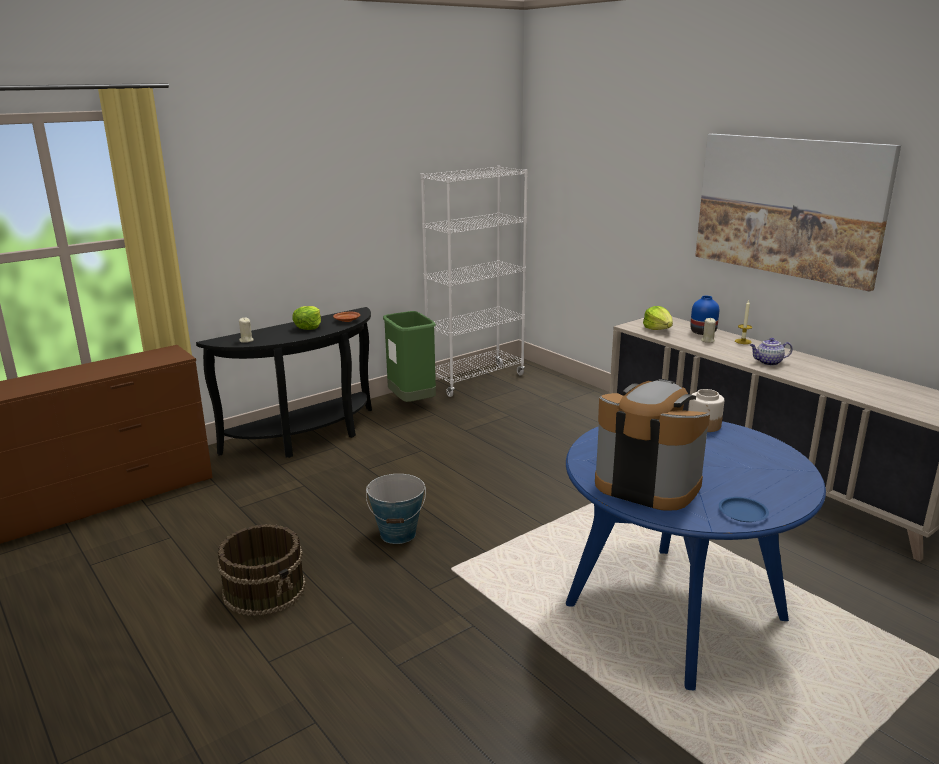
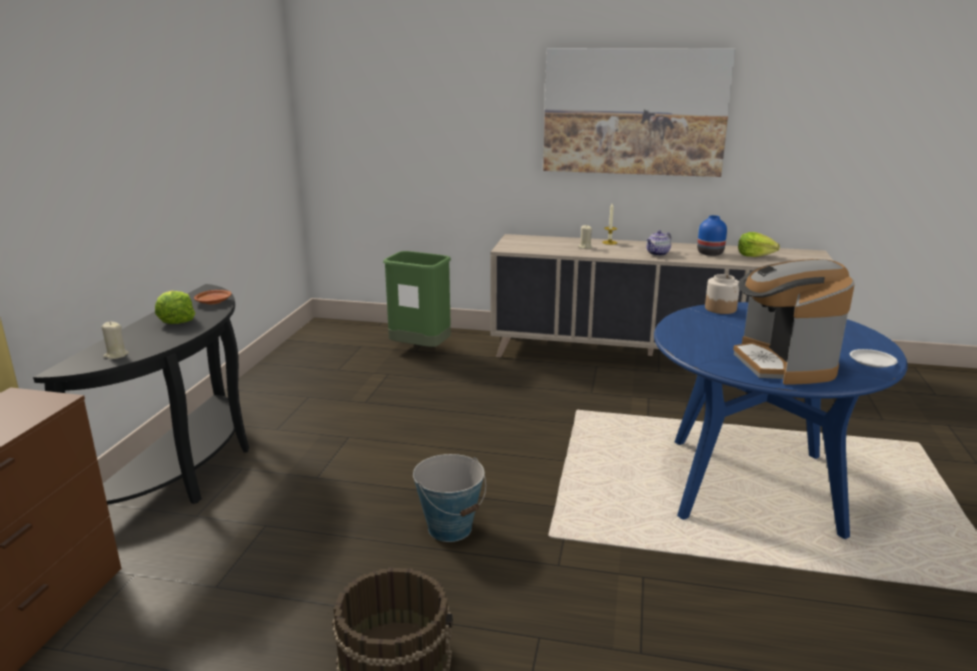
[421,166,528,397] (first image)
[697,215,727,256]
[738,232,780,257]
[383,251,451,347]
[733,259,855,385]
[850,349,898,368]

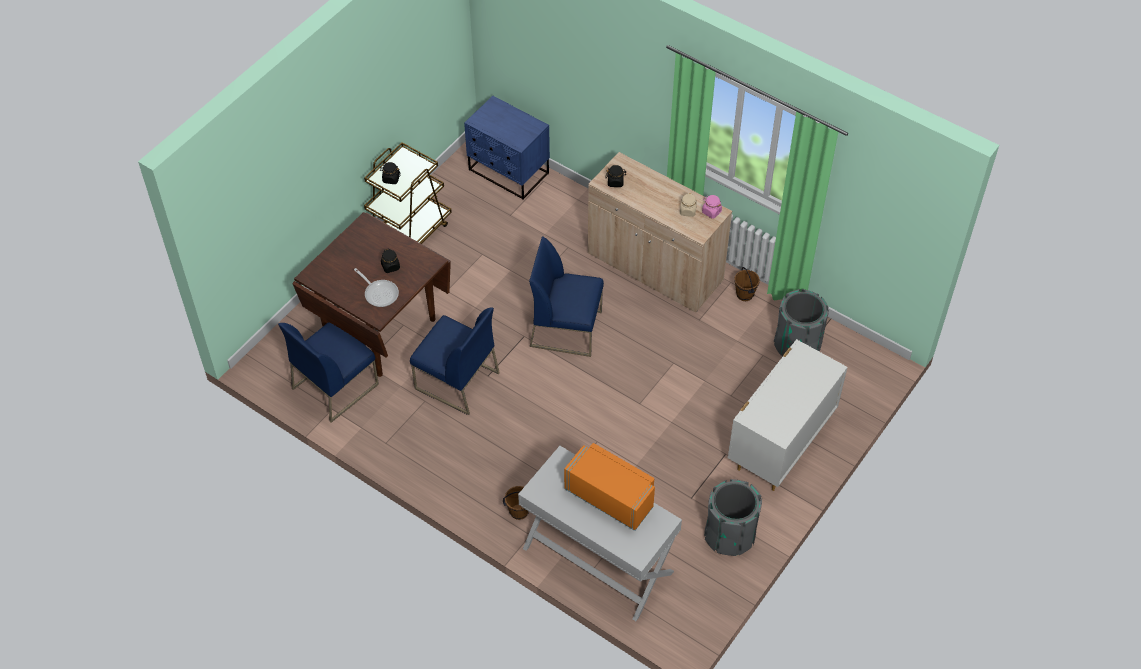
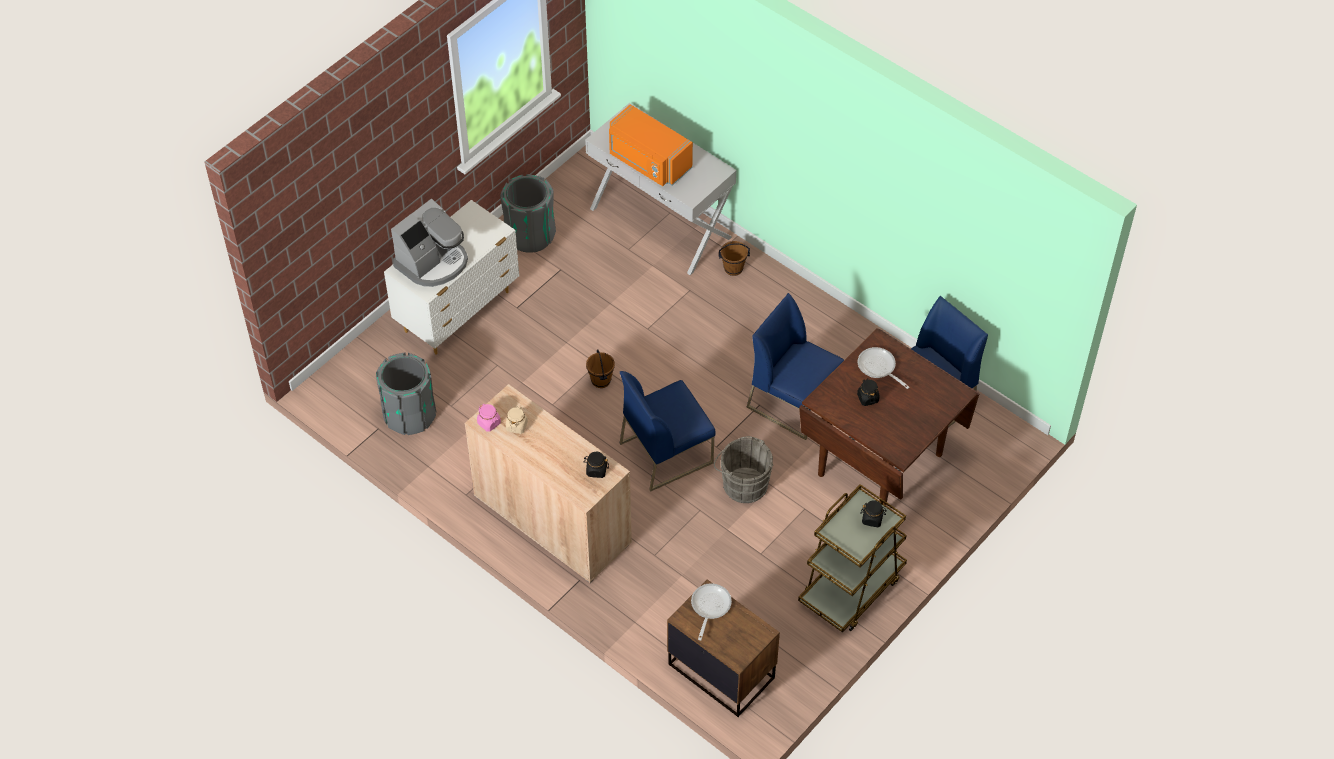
[667,579,780,717]
[620,371,716,492]
[586,349,615,388]
[391,199,468,287]
[714,436,773,503]
[691,584,732,640]

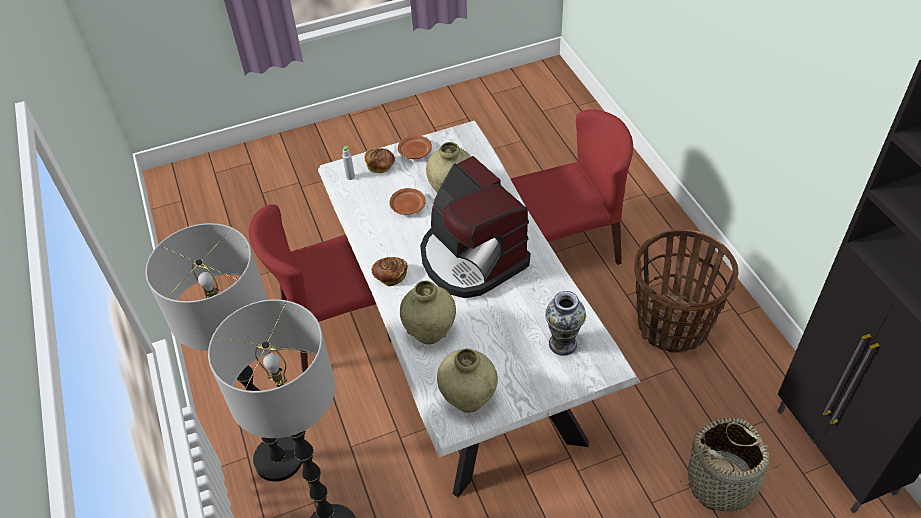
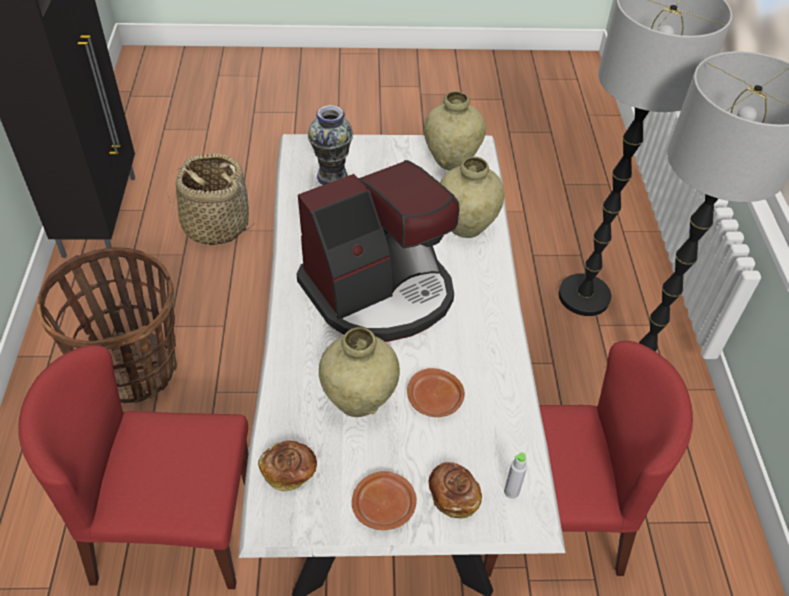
[297,160,460,342]
[258,441,317,492]

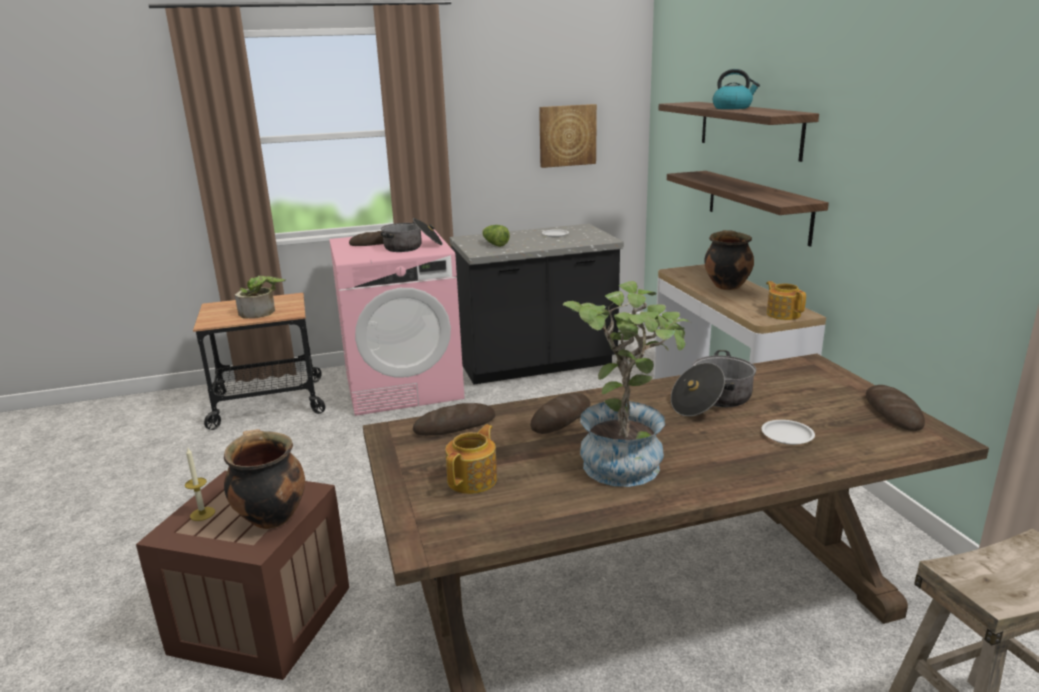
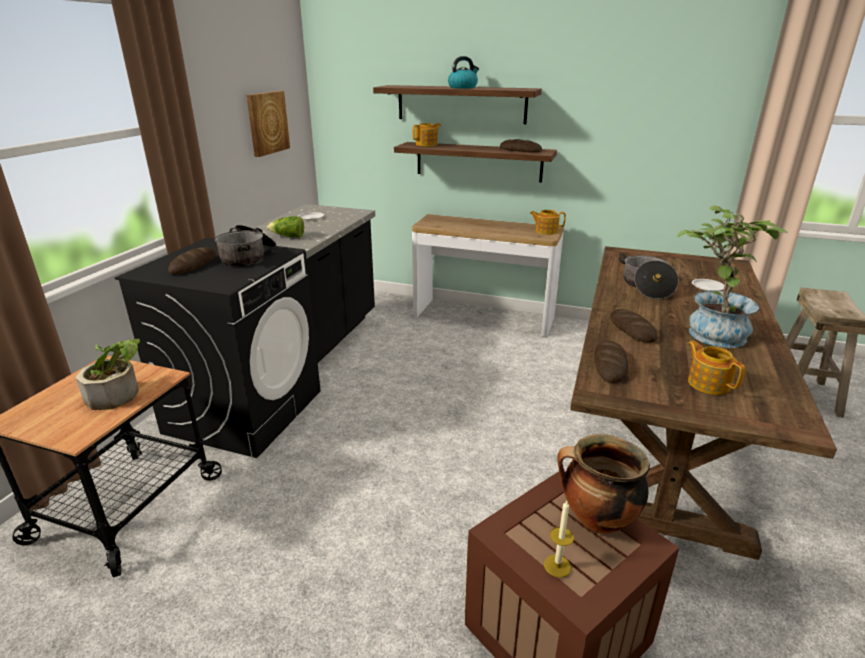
[115,238,321,458]
[704,230,754,290] (first image)
[500,139,542,152]
[413,123,441,146]

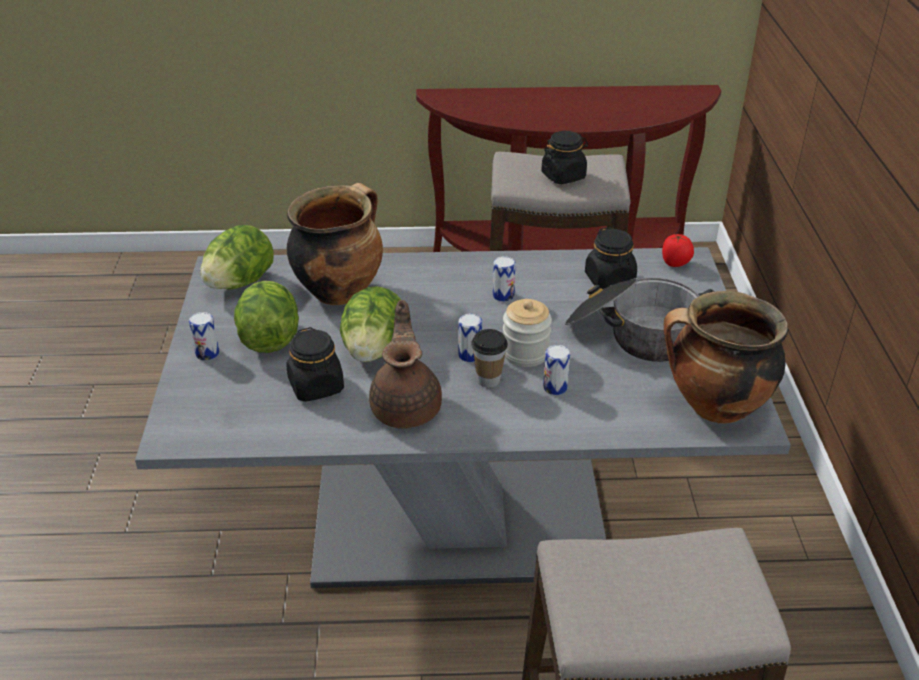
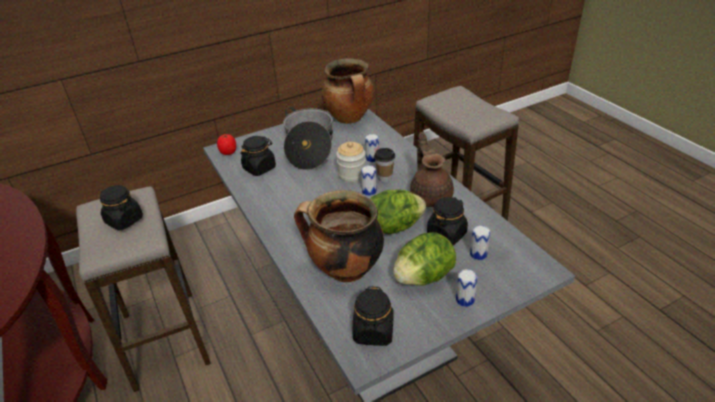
[352,286,394,346]
[470,225,490,260]
[410,132,454,207]

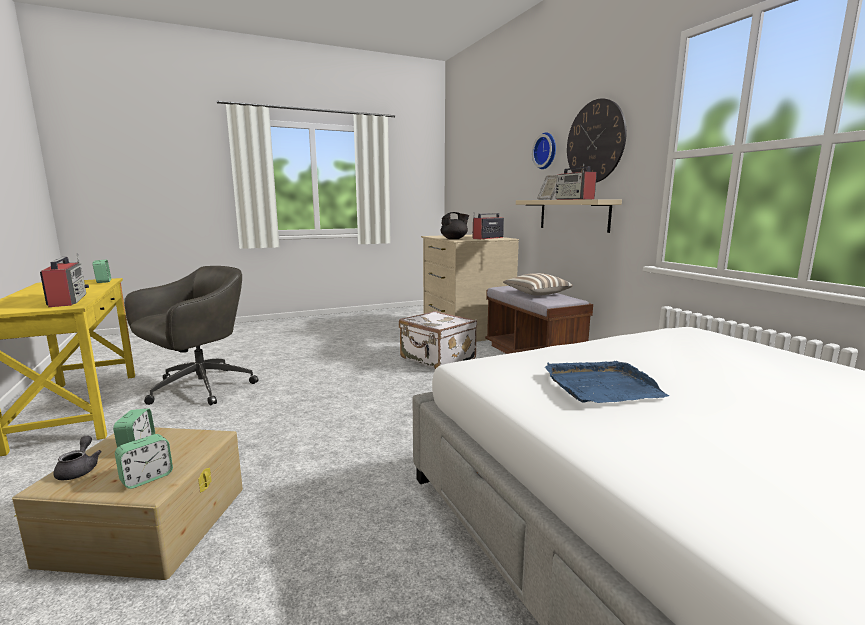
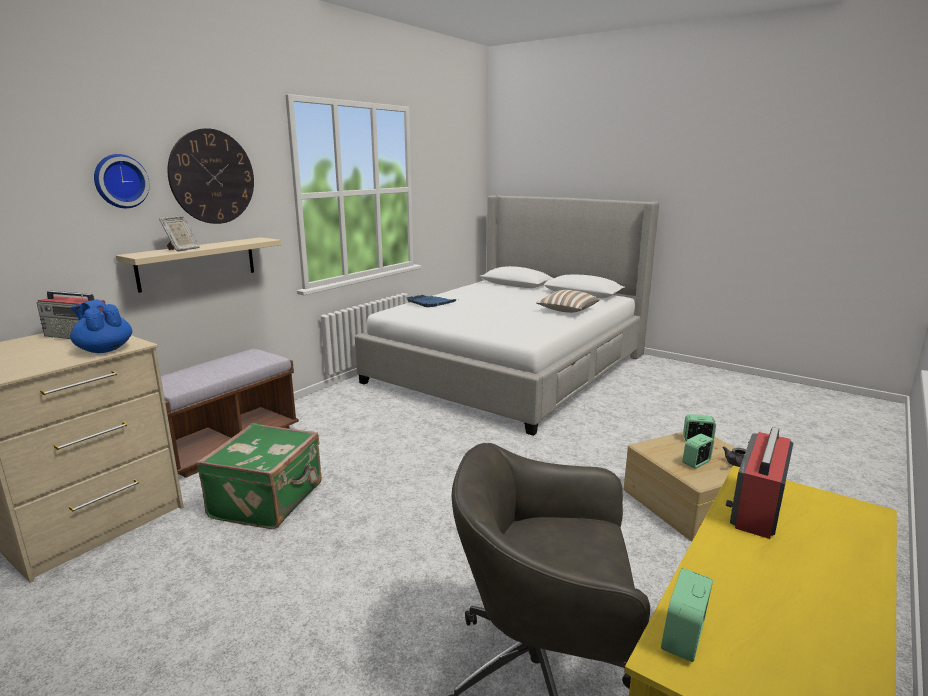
[556,164,597,200] (first image)
[70,300,132,353]
[536,290,600,313]
[196,423,322,529]
[406,295,456,307]

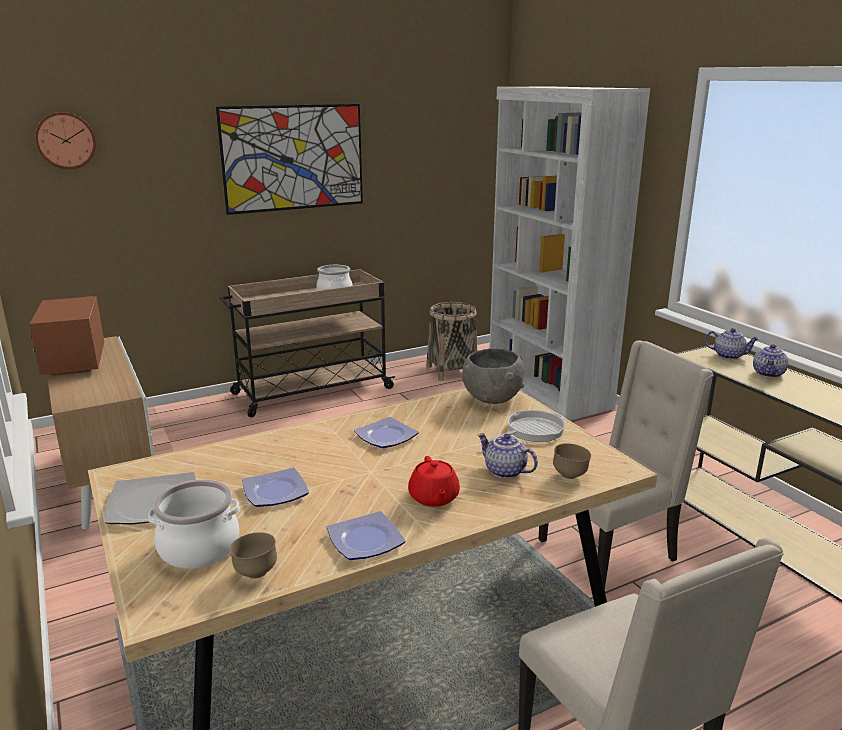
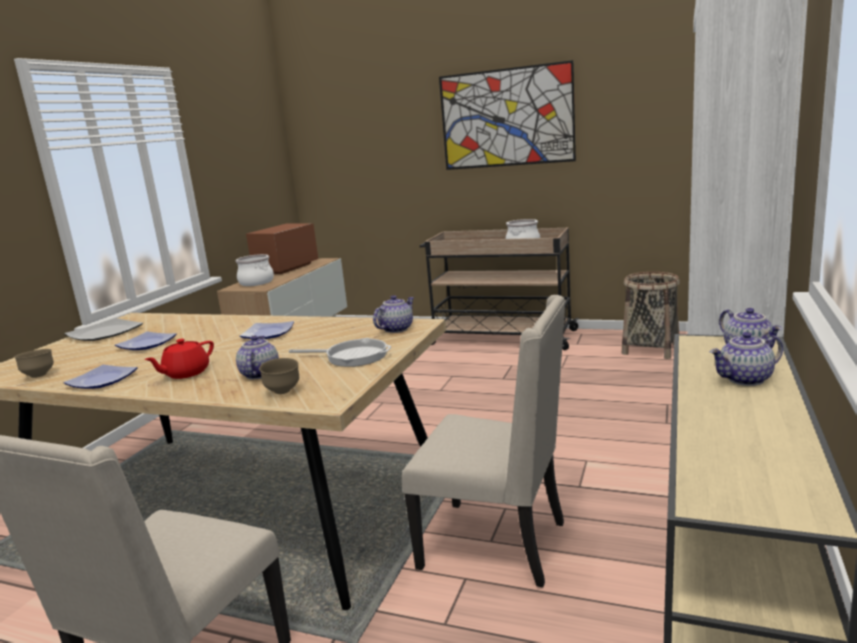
[35,112,96,169] (first image)
[373,295,414,333]
[236,254,274,286]

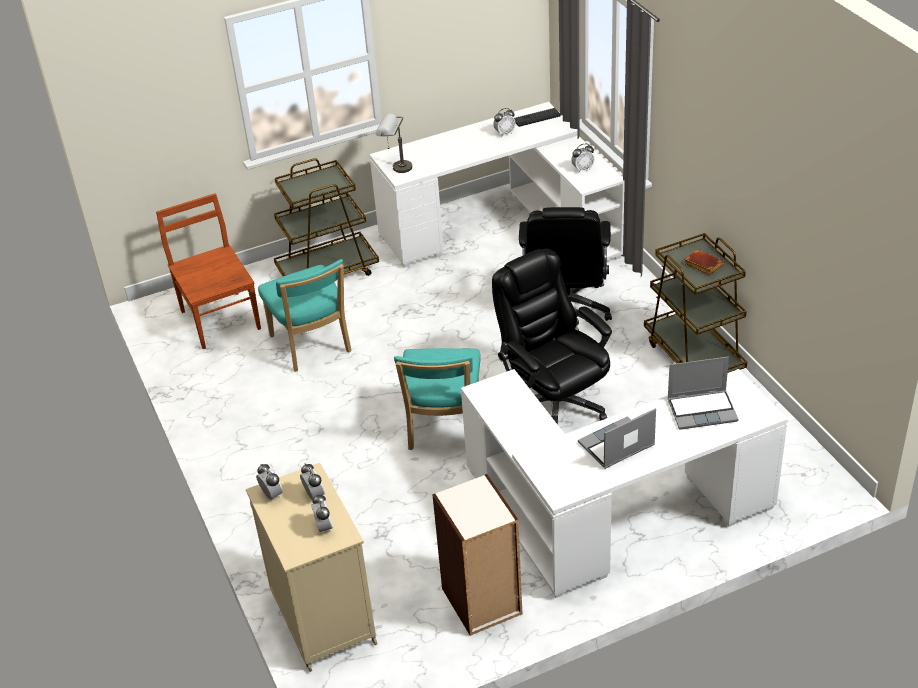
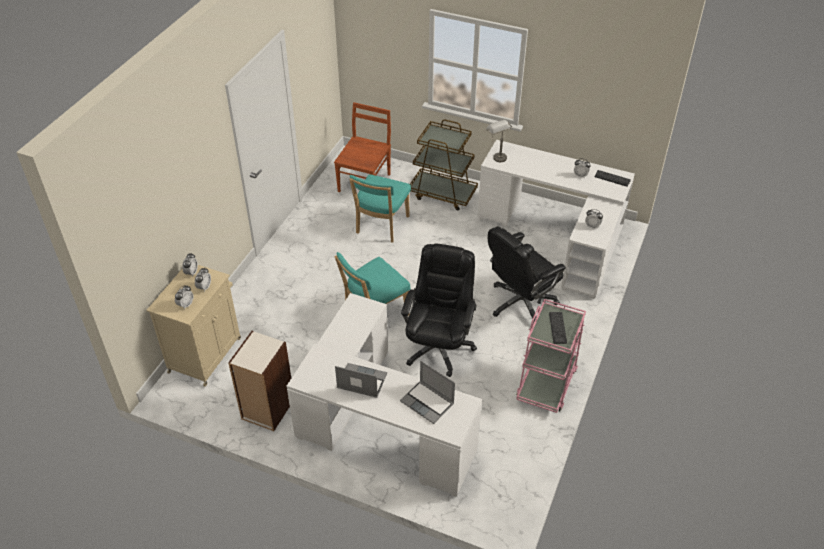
[516,299,586,413]
[549,312,567,344]

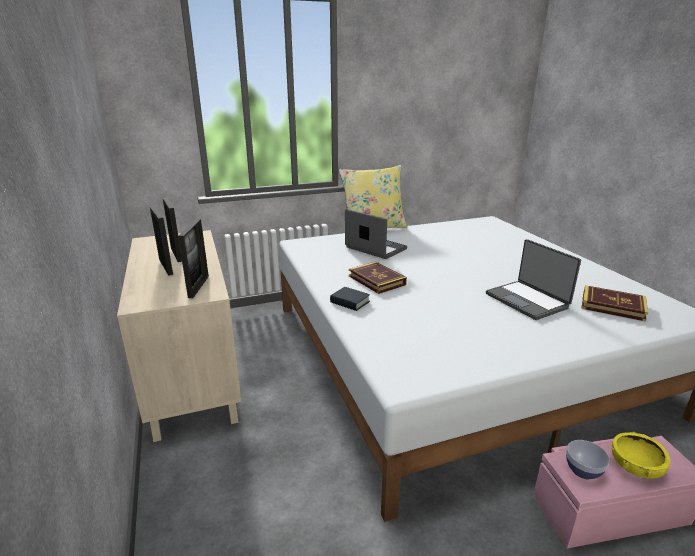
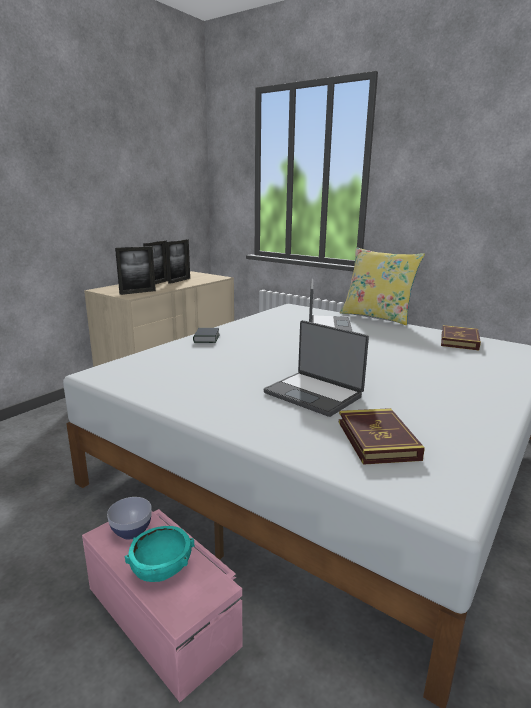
[263,320,369,417]
[441,325,481,350]
[125,526,195,582]

